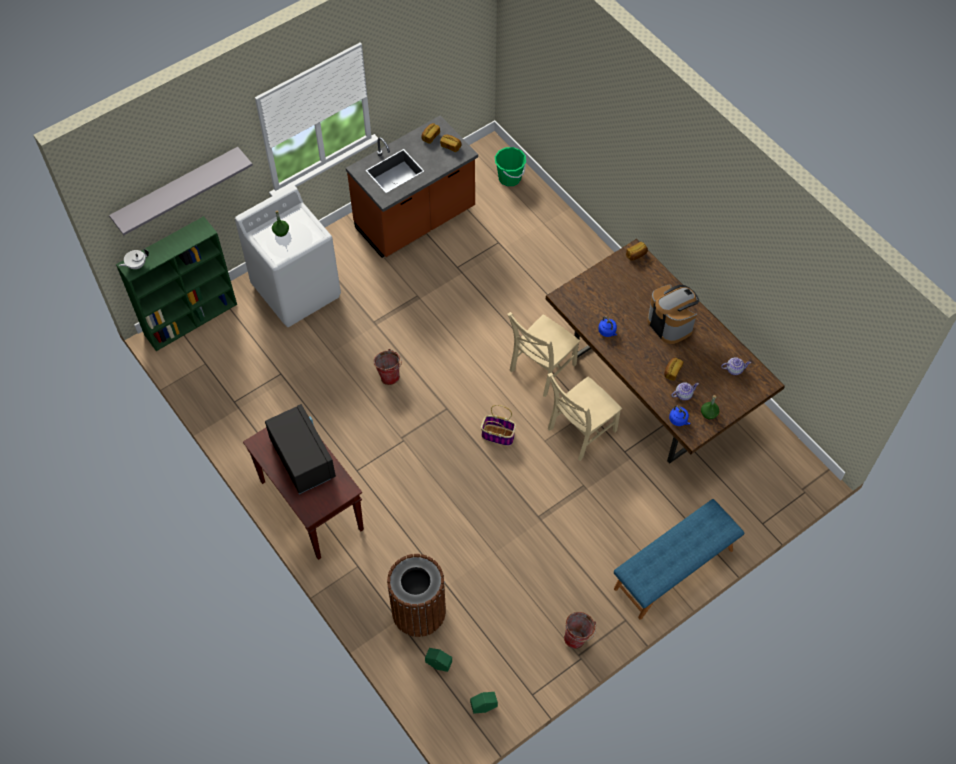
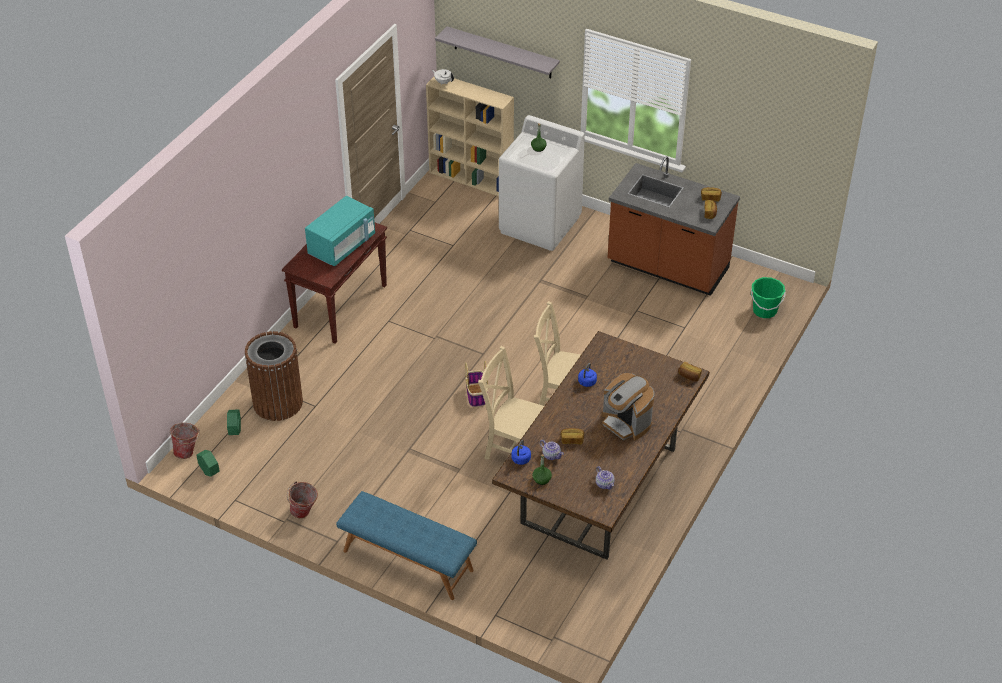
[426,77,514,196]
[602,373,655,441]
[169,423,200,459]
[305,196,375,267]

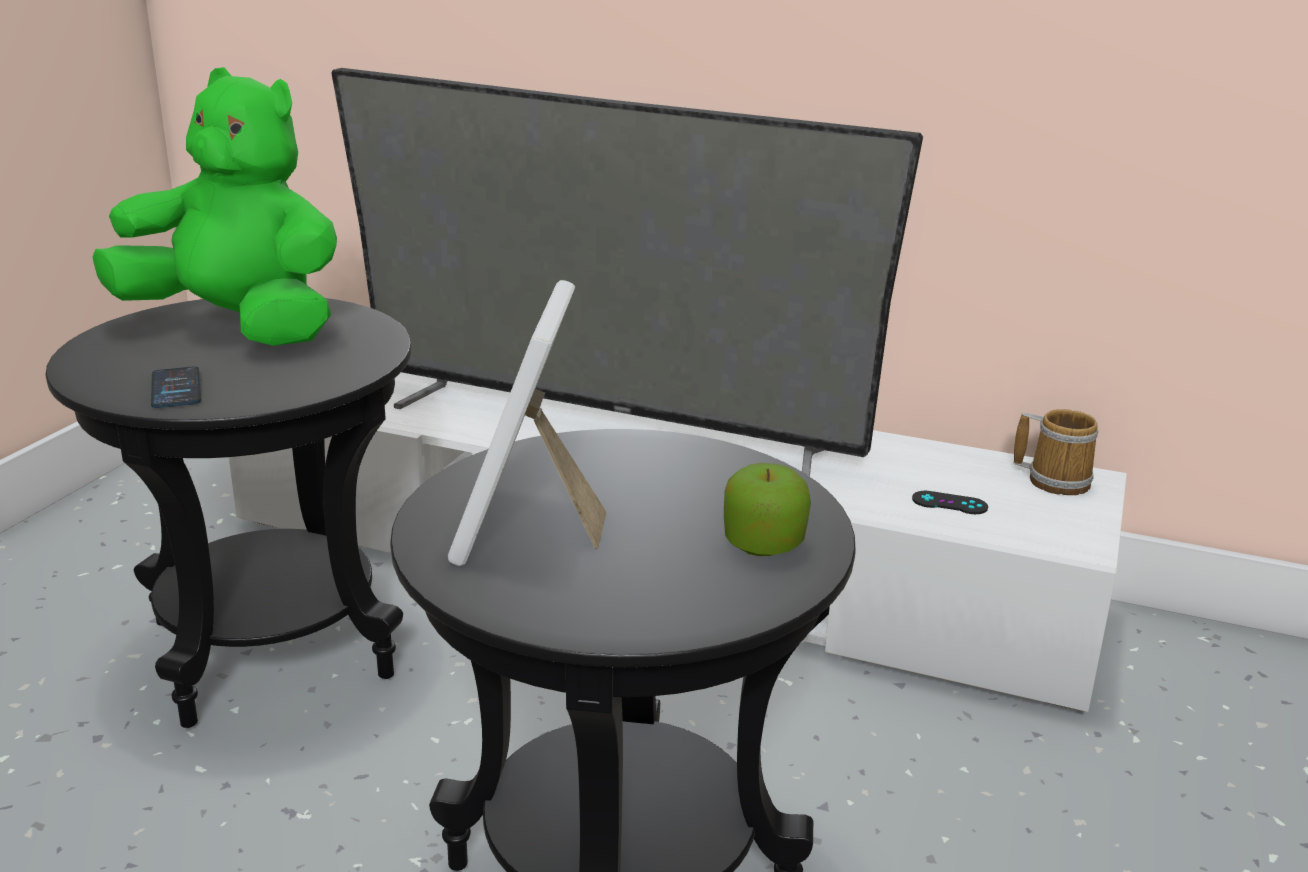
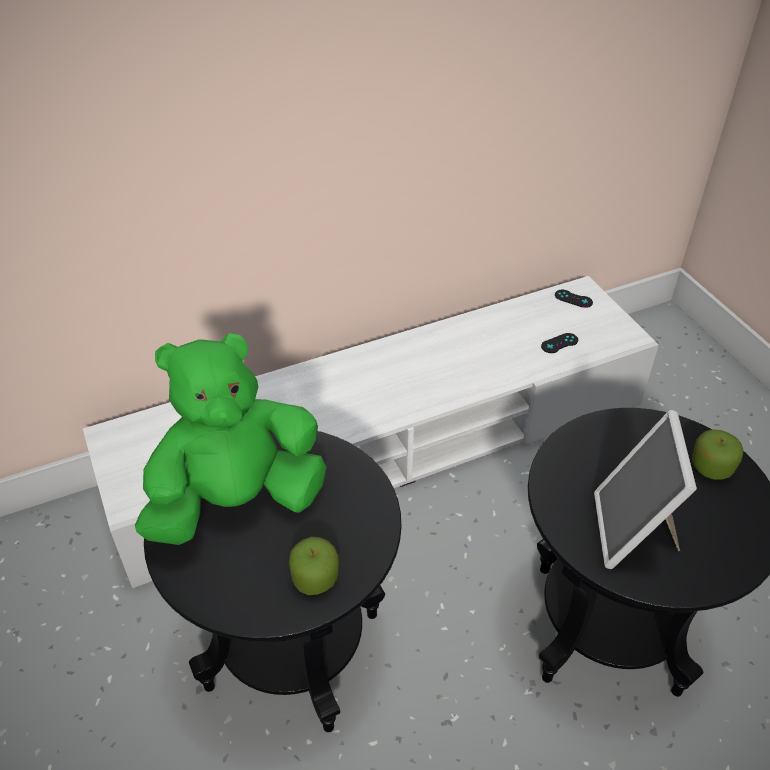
[331,68,923,477] (first image)
[594,410,697,569]
[289,537,339,595]
[555,289,593,308]

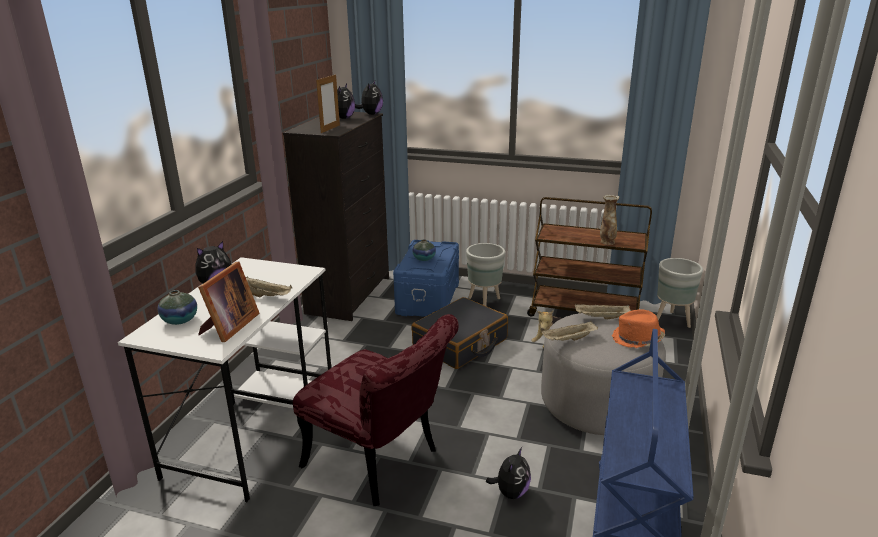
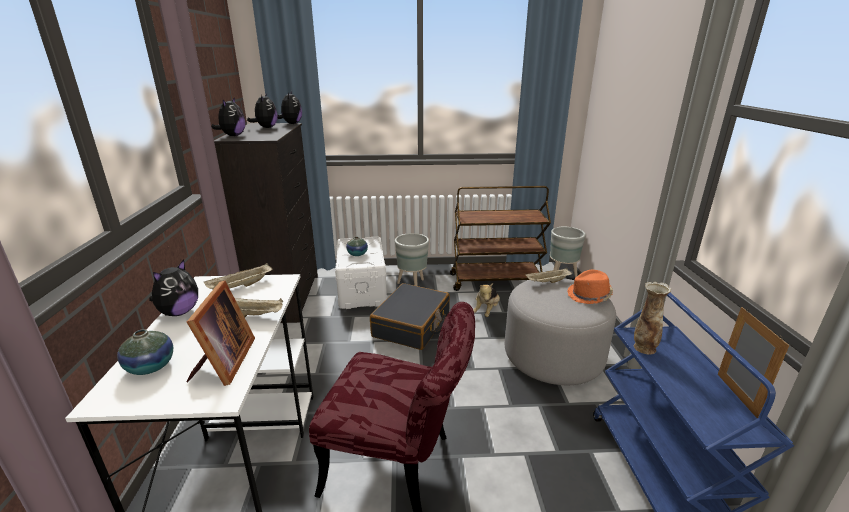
[718,307,789,419]
[634,282,671,354]
[335,236,387,309]
[204,263,272,289]
[211,97,245,136]

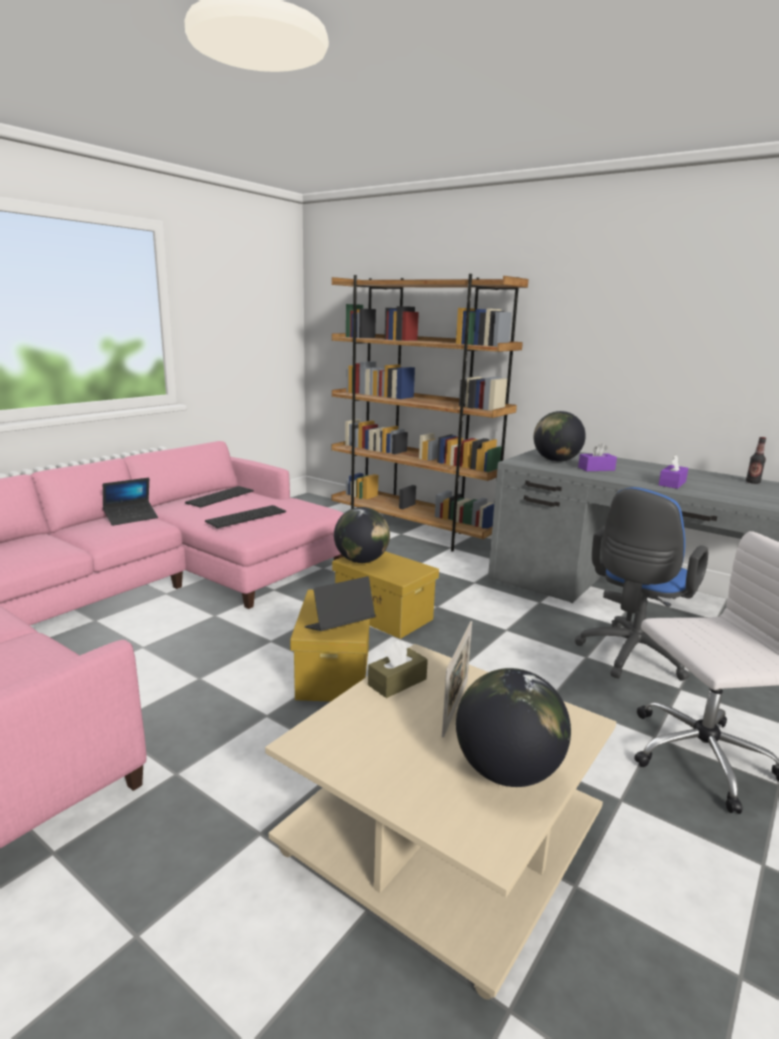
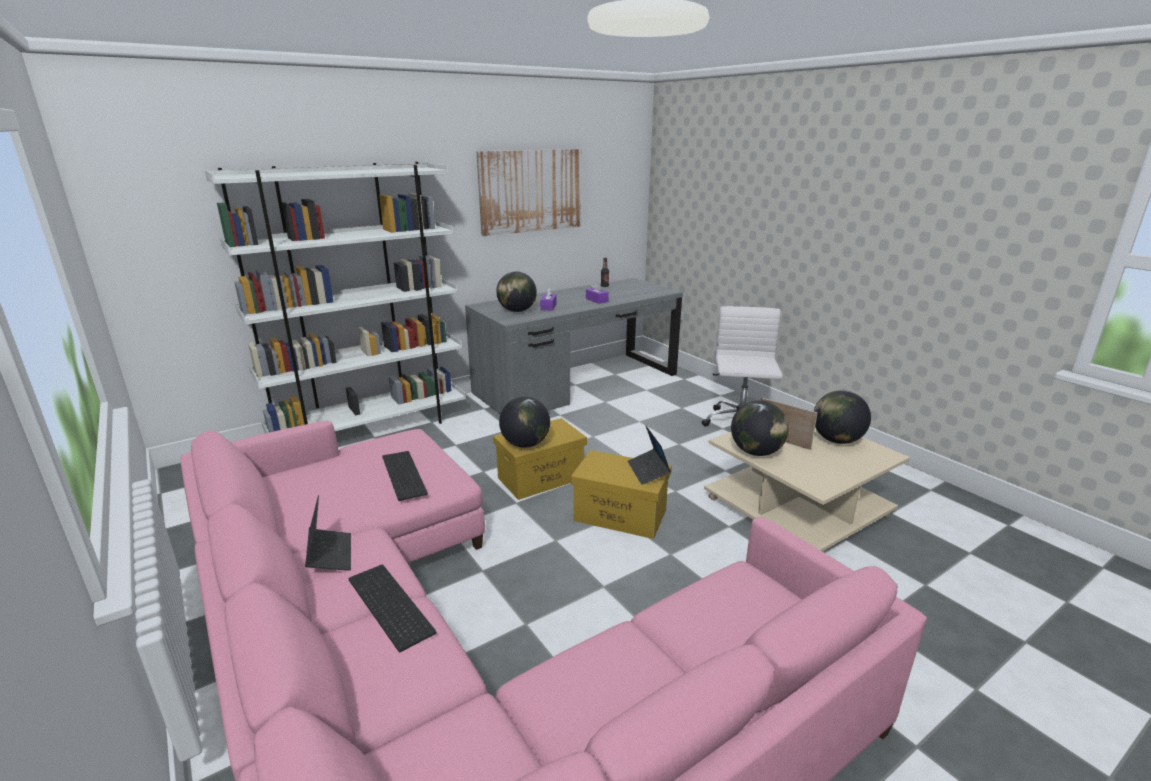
[205,162,466,433]
[349,564,437,652]
[575,487,708,681] (first image)
[731,400,789,456]
[476,149,582,236]

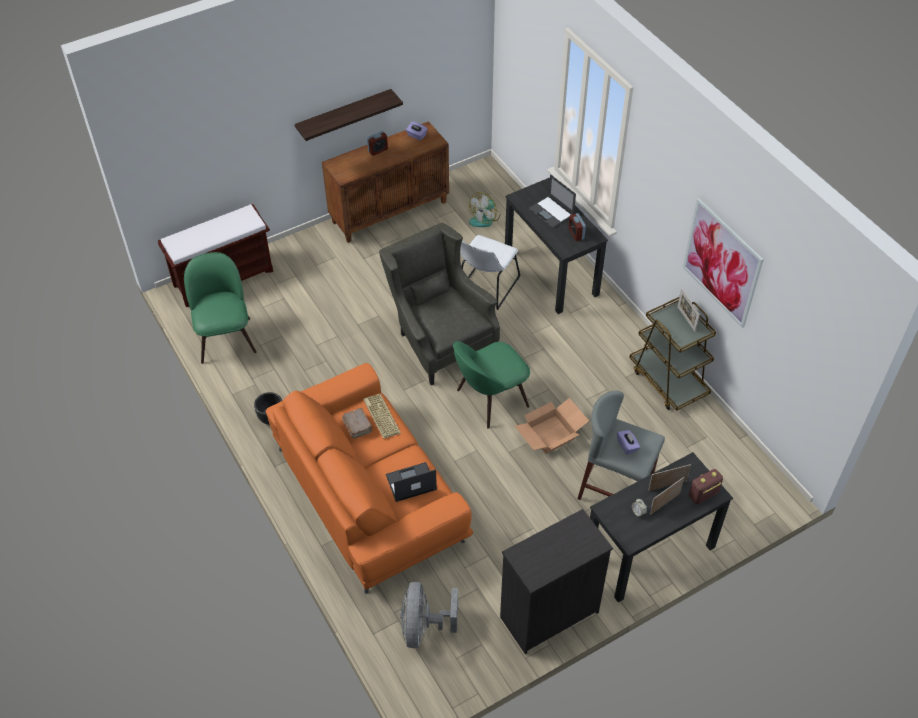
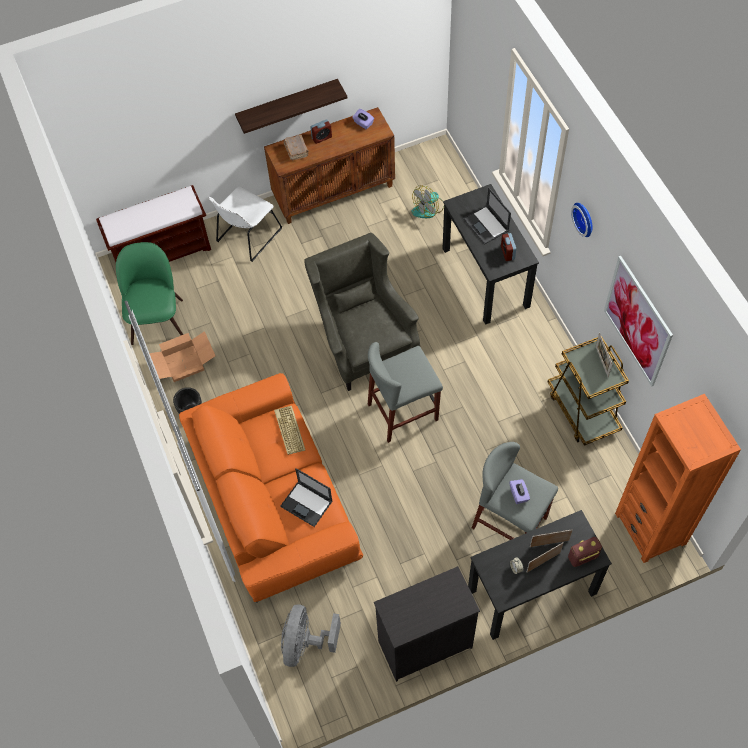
[208,187,282,262]
[368,342,443,443]
[149,331,215,382]
[284,134,309,160]
[280,468,333,527]
[571,203,593,237]
[615,394,741,563]

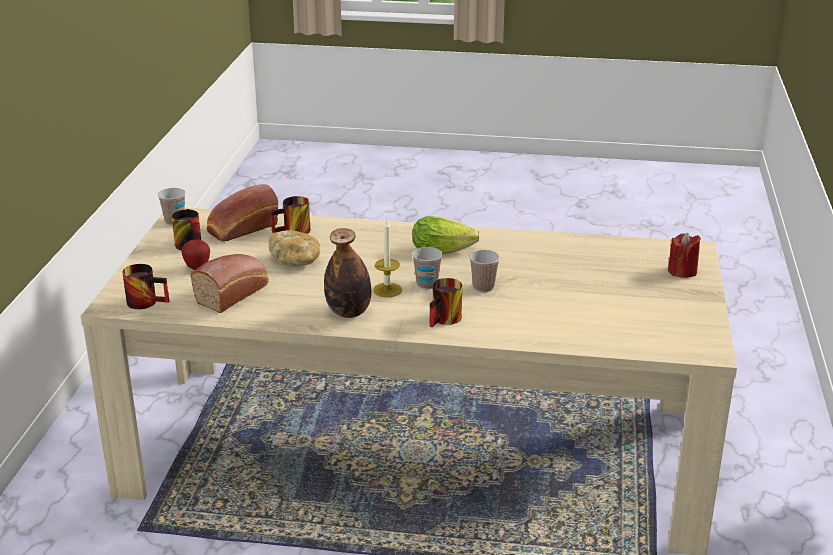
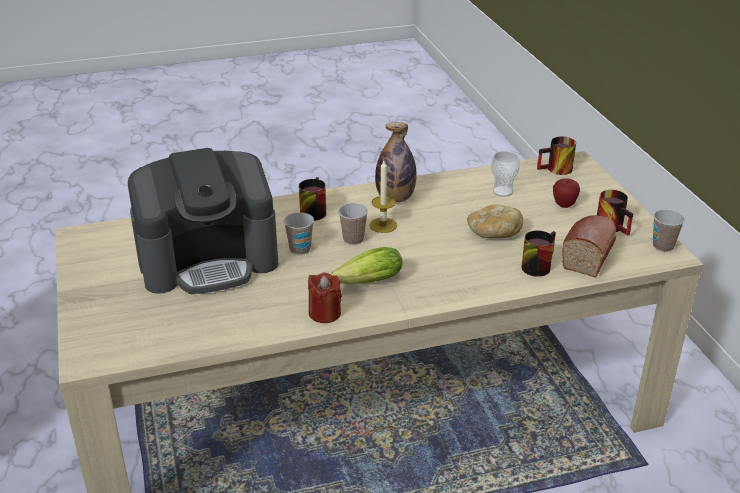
[308,272,342,323]
[491,151,520,197]
[128,148,279,294]

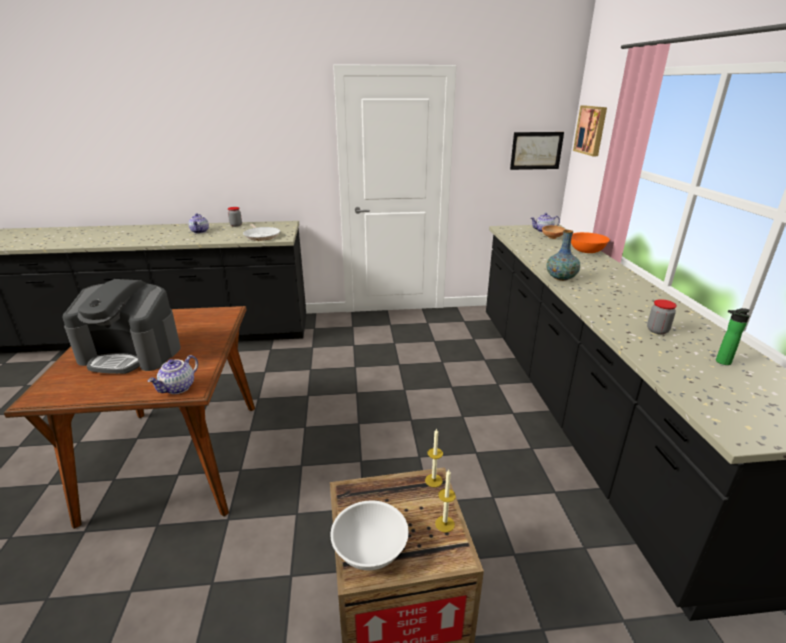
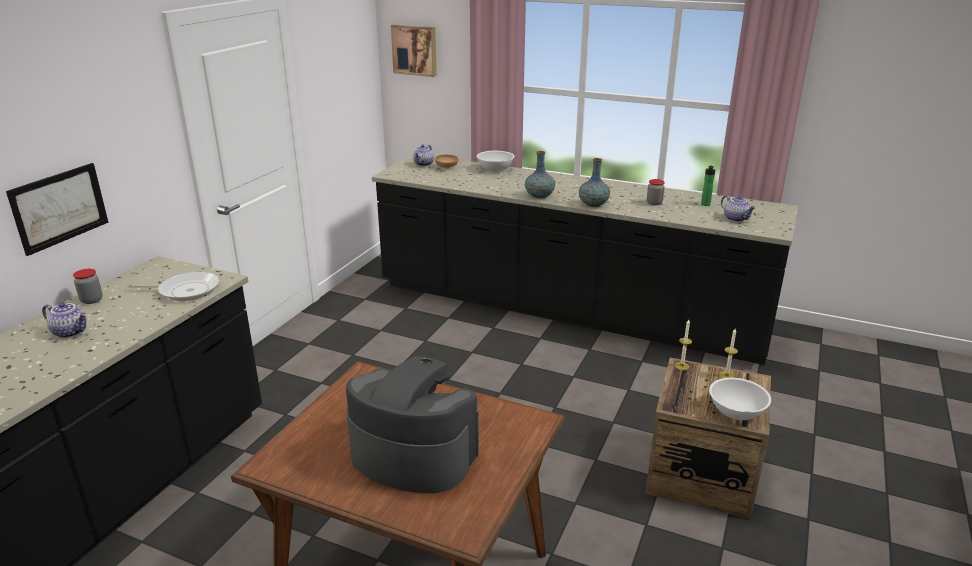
[6,163,109,256]
[477,151,515,171]
[346,356,479,493]
[721,195,756,222]
[579,158,610,207]

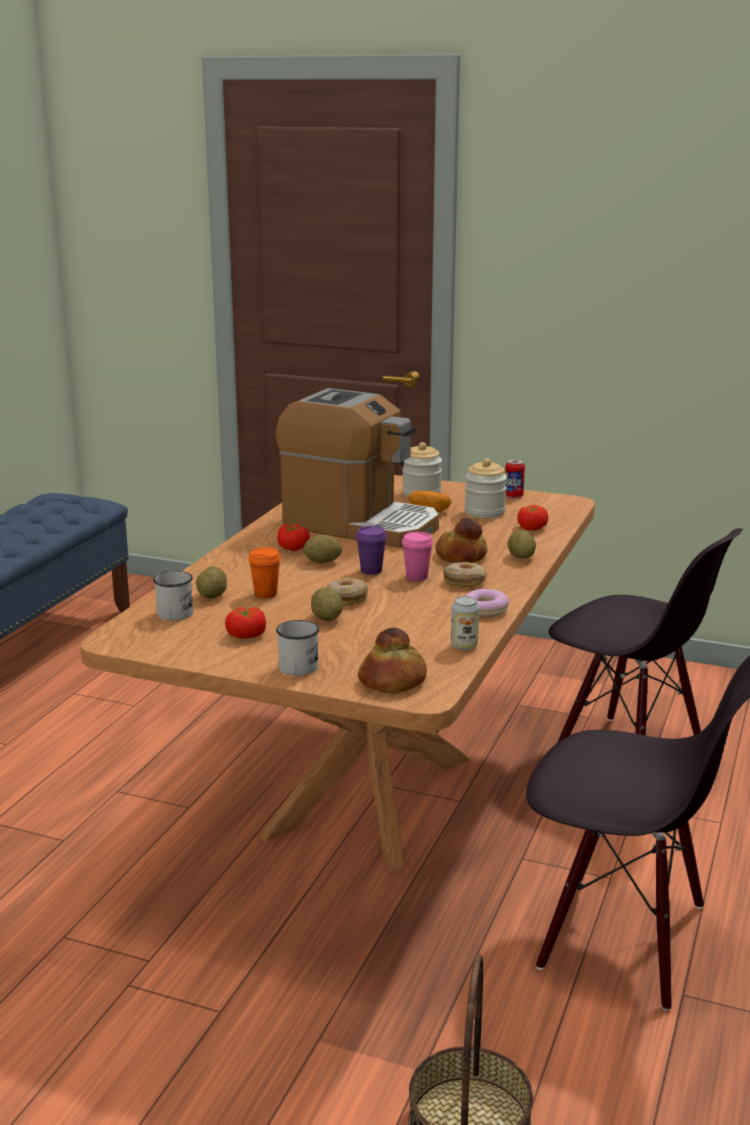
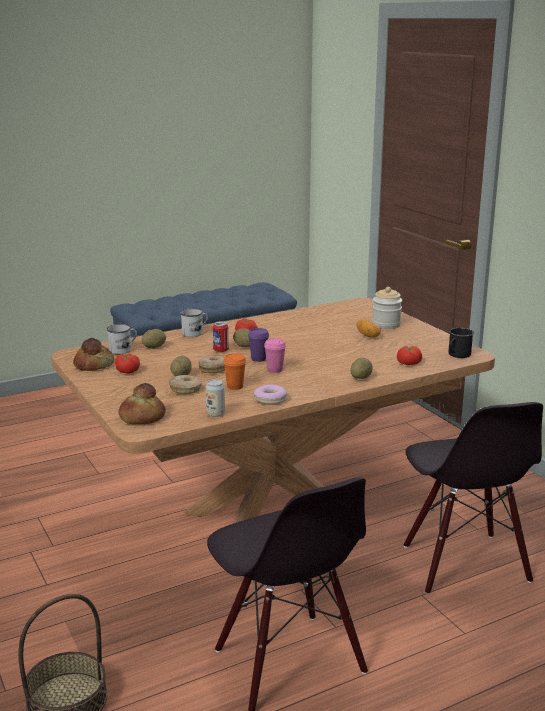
[276,388,439,548] (first image)
[465,458,507,518] (first image)
[213,321,229,353]
[73,338,114,371]
[223,353,246,390]
[169,375,202,394]
[180,308,208,337]
[448,328,474,358]

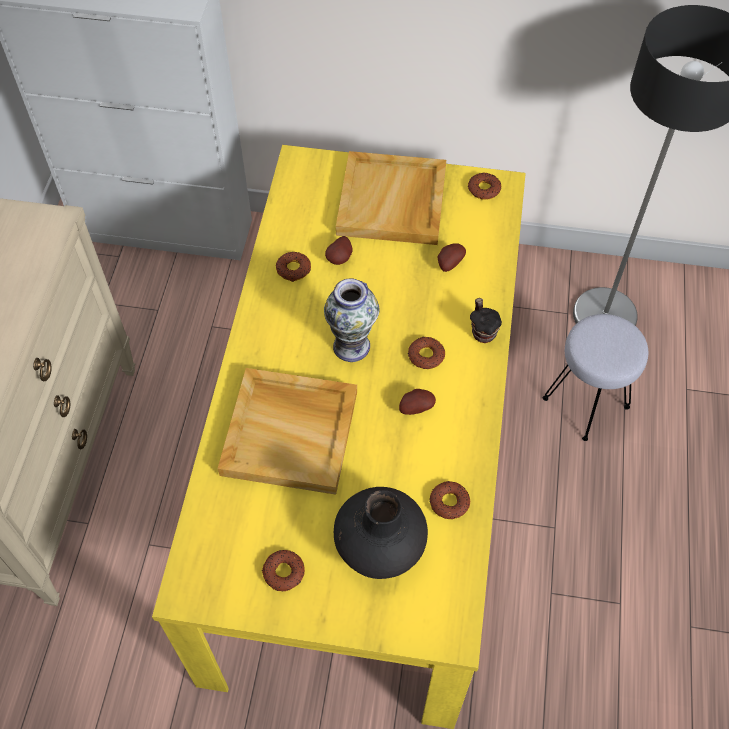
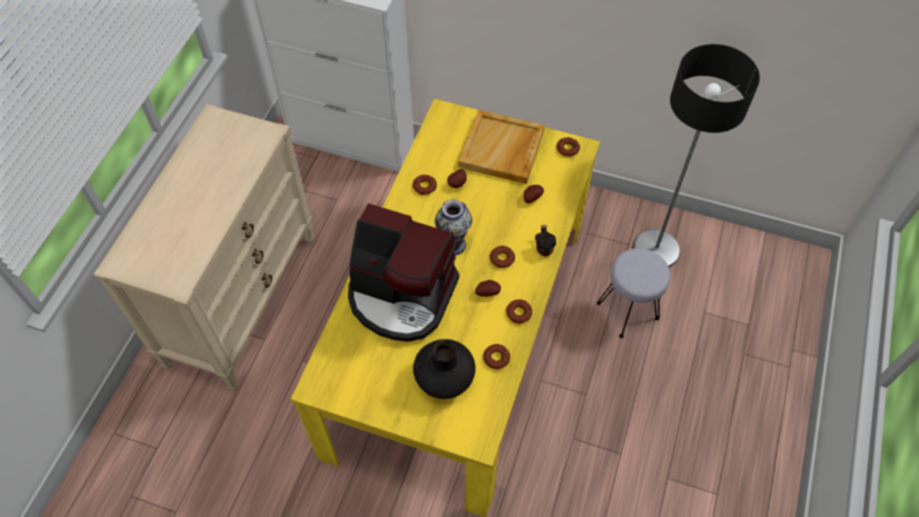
[348,203,459,342]
[506,299,532,324]

